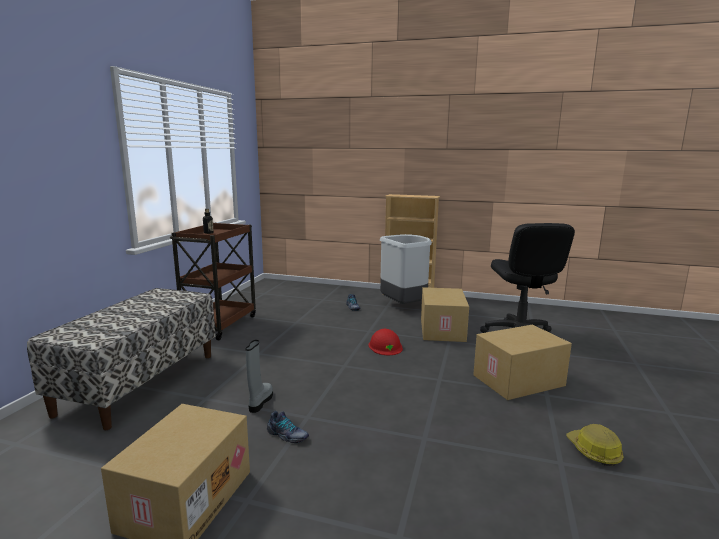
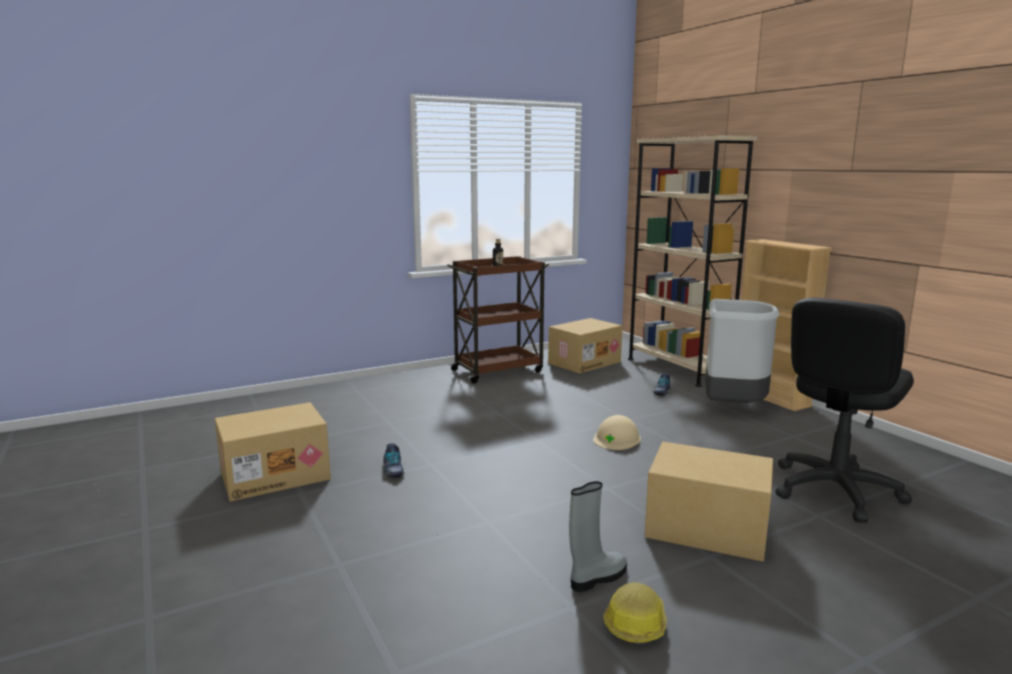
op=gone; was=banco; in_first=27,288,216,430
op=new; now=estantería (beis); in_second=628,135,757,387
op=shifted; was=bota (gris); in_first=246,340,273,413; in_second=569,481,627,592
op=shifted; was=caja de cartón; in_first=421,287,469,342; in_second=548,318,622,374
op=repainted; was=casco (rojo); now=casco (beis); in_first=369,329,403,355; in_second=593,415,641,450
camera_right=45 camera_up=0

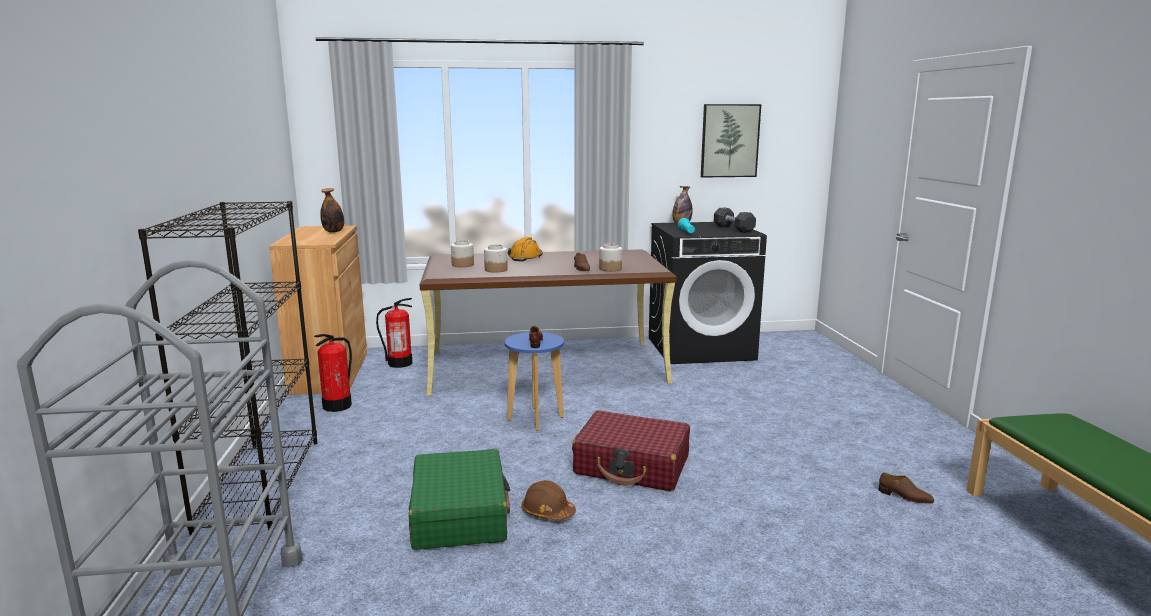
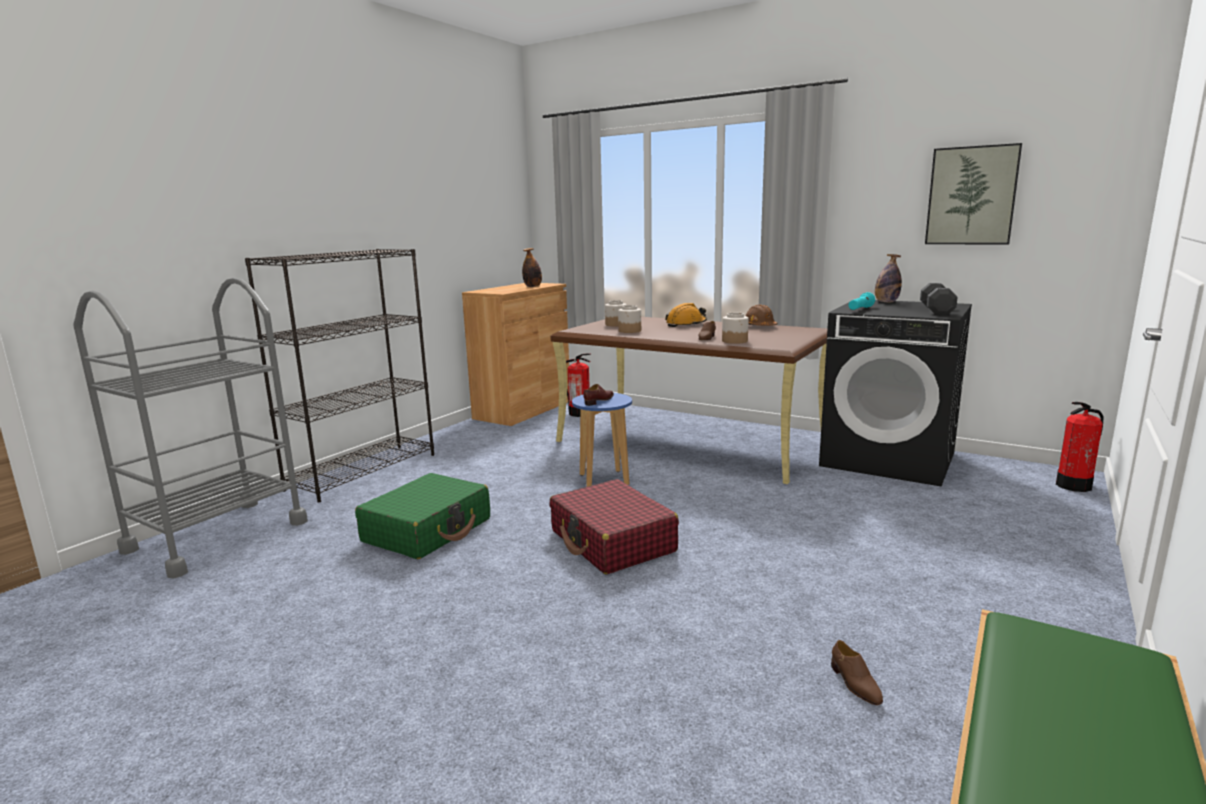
op=shifted; was=extintor; in_first=314,334,352,412; in_second=1056,402,1104,492
op=shifted; was=casco (marrón); in_first=521,480,576,520; in_second=746,304,778,326
camera_right=40 camera_up=0

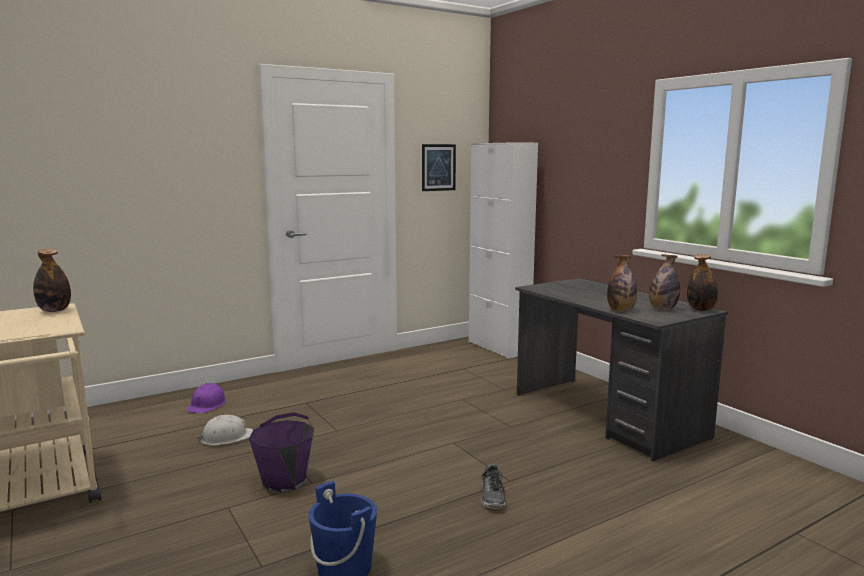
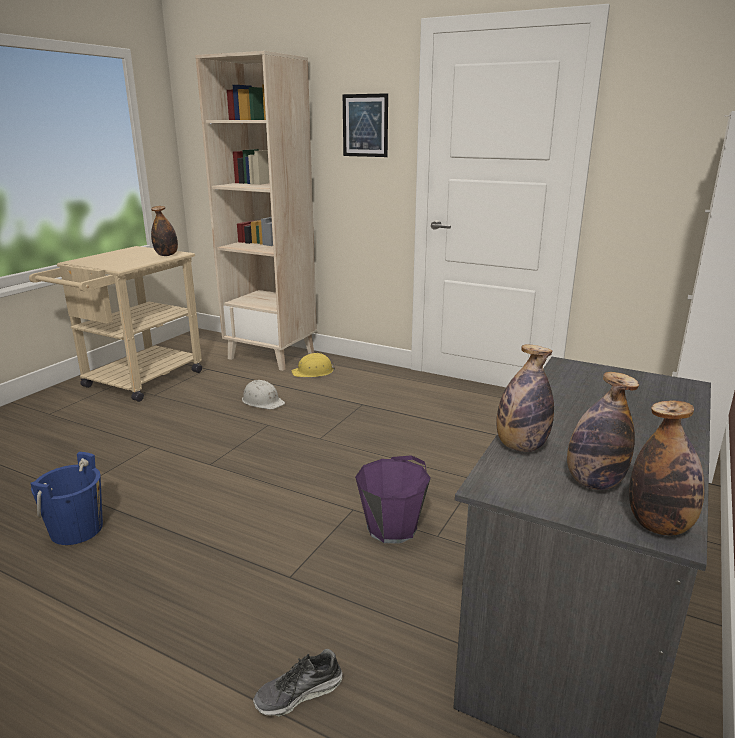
op=new; now=estantería (beis); in_second=195,51,317,371
op=shifted; was=cubo (morado); in_first=249,412,314,493; in_second=355,455,431,544
op=shifted; was=cuadro; in_first=422,144,456,191; in_second=343,93,388,157
op=shifted; was=zapato; in_first=481,464,505,509; in_second=253,649,342,717
op=repainted; was=casco (morado); now=casco (amarillo); in_first=186,383,227,413; in_second=291,353,335,377
camera_right=60 camera_up=10

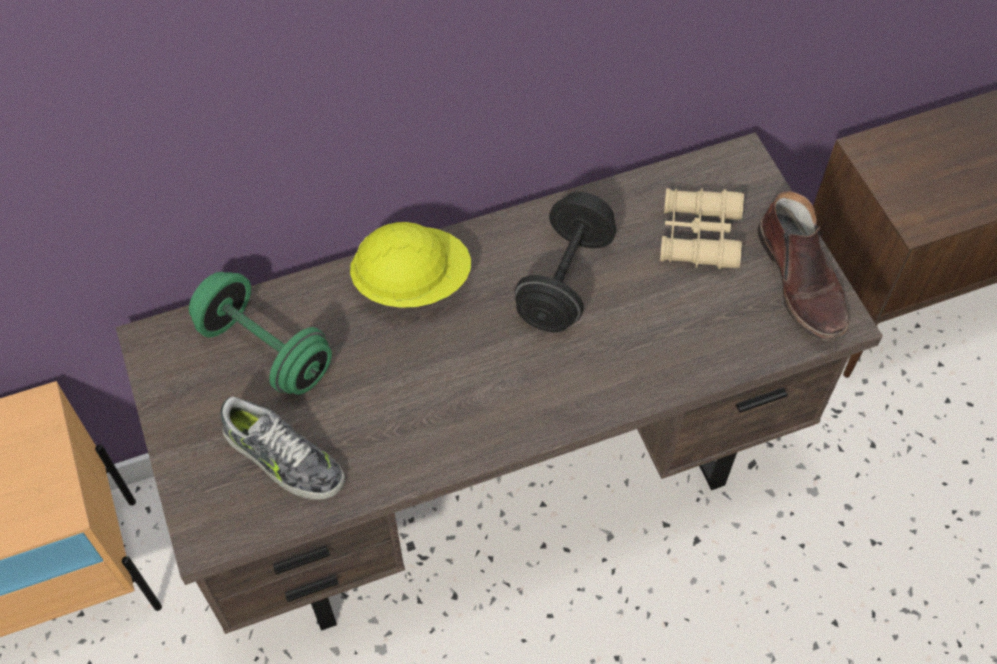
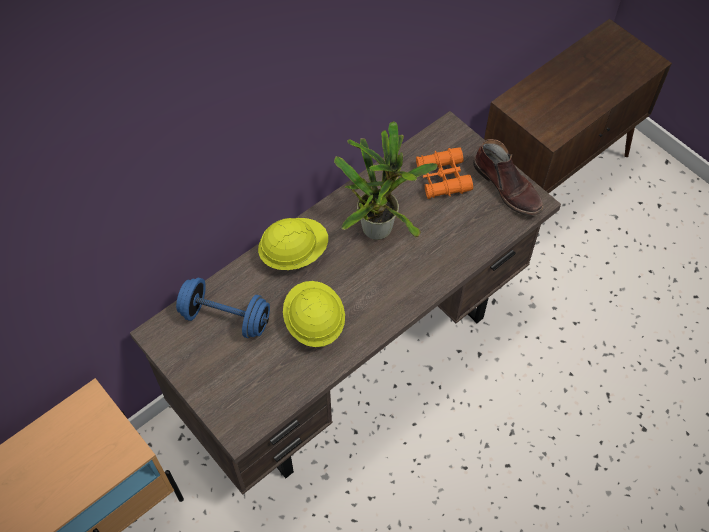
op=gone; was=zapato; in_first=220,397,345,500
op=new; now=casco (amarillo); in_second=283,281,345,347
op=swapped; was=mancuerna (negro); now=planta en maceta; in_first=514,192,616,332; in_second=334,121,438,240
op=repainted; was=mancuerna (verde); now=mancuerna (azul); in_first=189,272,332,395; in_second=176,278,270,338
op=repainted; was=prismáticos (beis); now=prismáticos (naranja); in_first=660,188,744,269; in_second=416,147,473,199
camera_right=-20 camera_up=0

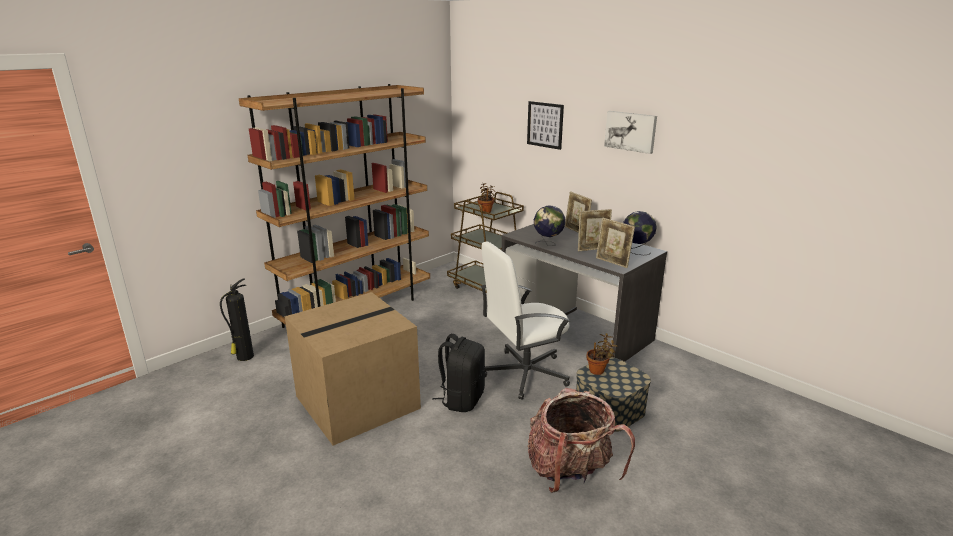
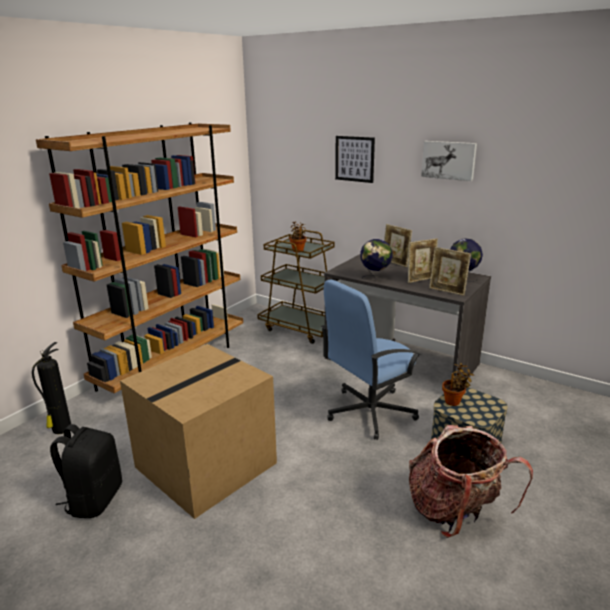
op=shifted; was=mochila (negro); in_first=432,334,485,412; in_second=50,424,122,518
op=repainted; was=silla de oficina (blanco); now=silla de oficina (azul); in_first=481,242,570,400; in_second=321,280,421,440
camera_right=-10 camera_up=0

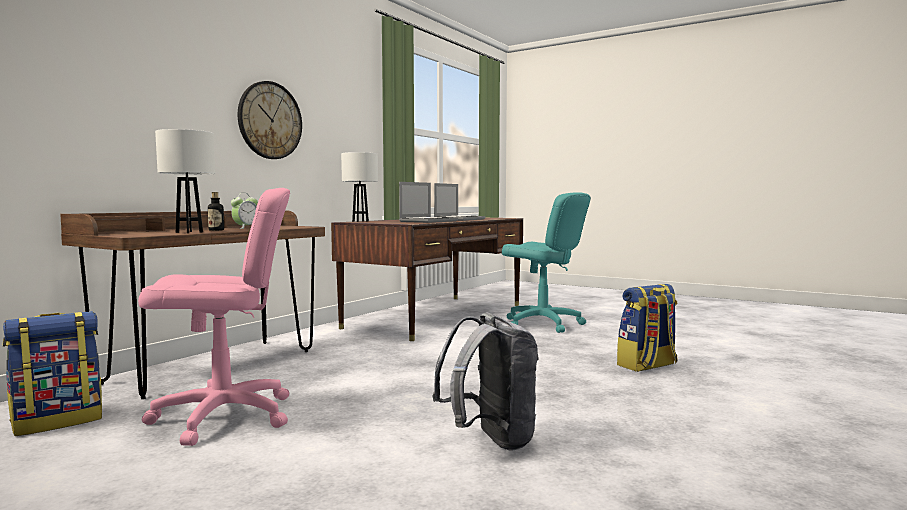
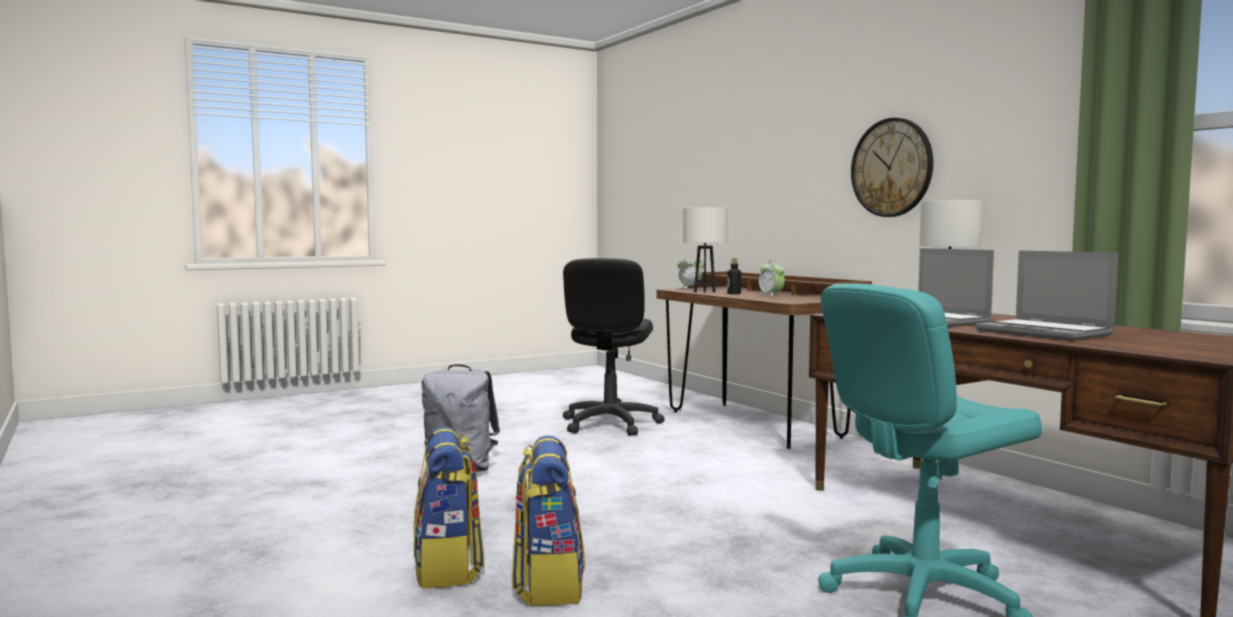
op=new; now=despertador; in_second=678,256,704,289
op=shifted; was=mochila; in_first=3,311,102,436; in_second=414,427,485,589
op=repainted; was=silla de oficina (rosa); now=silla de oficina (negro); in_first=138,188,290,446; in_second=563,258,665,436
camera_right=115 camera_up=0

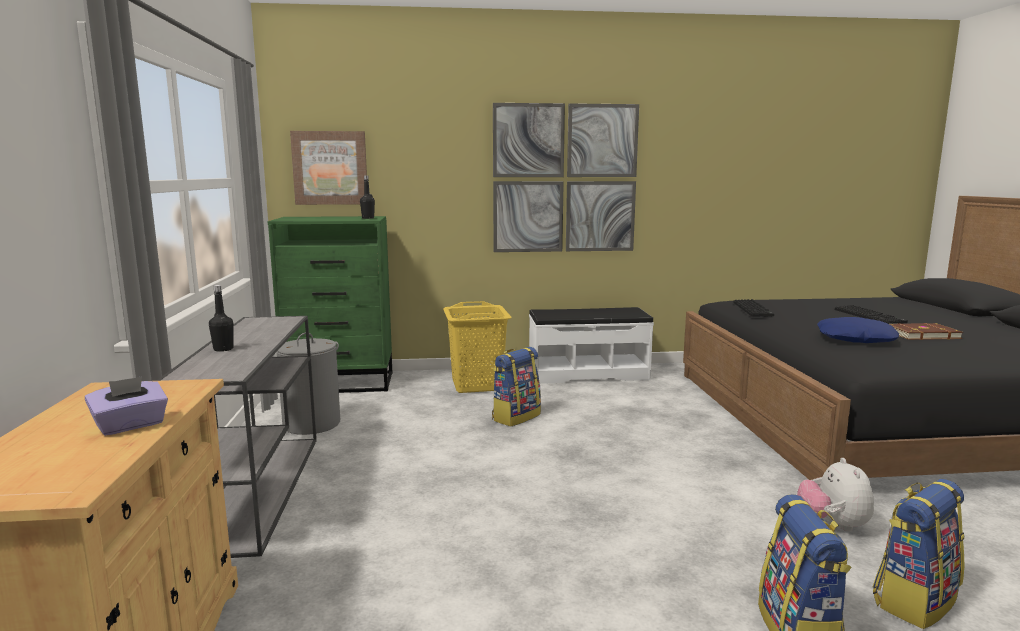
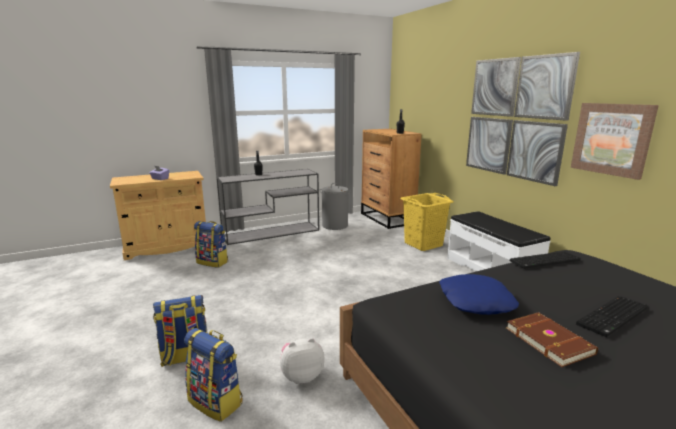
op=shifted; was=cuadro; in_first=290,131,367,205; in_second=571,103,659,180
op=shifted; was=mochila; in_first=492,347,541,426; in_second=194,221,228,268
op=repainted; was=cómoda (verde); now=cómoda (marrón); in_first=268,216,393,393; in_second=361,129,422,229
camera_right=70 camera_up=5

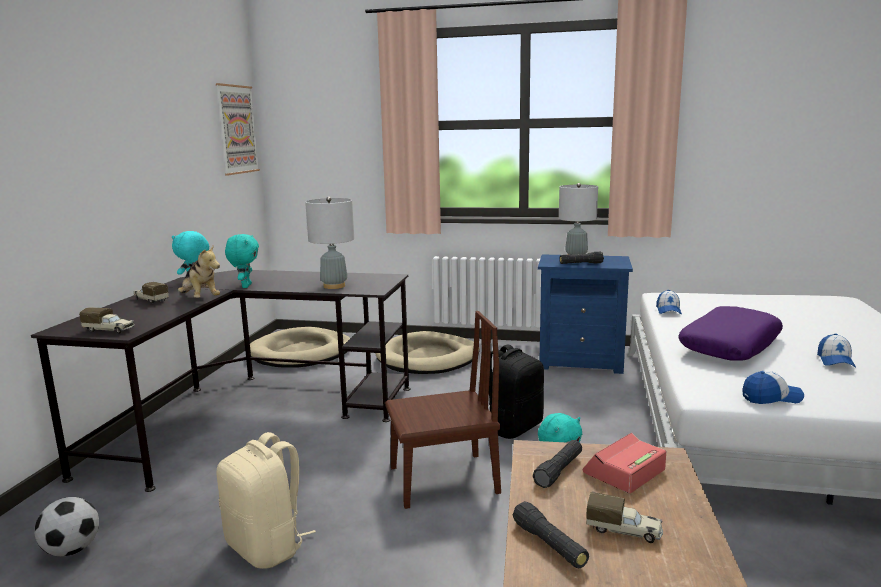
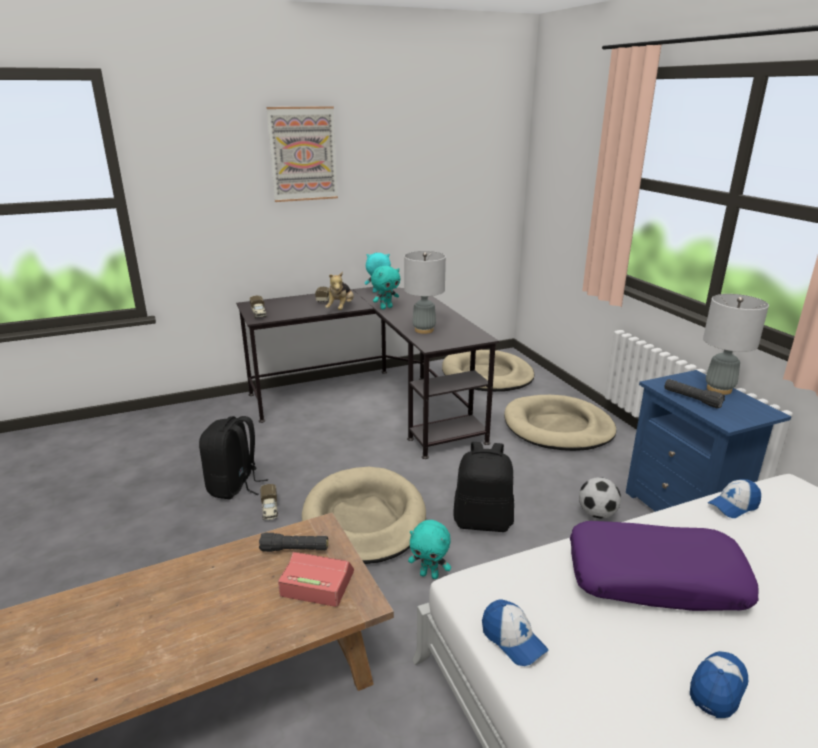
op=gone; was=linterna (negro); in_first=513,501,589,568
op=shifted; was=balón de fútbol; in_first=34,497,99,556; in_second=579,477,621,518
op=shifted; was=cuadro; in_first=216,83,260,175; in_second=266,106,338,202
op=shifted; was=camión de juguete; in_first=586,492,663,543; in_second=260,484,278,520
op=swapped; was=silla (marrón); now=cama para perro (beis); in_first=385,311,501,509; in_second=302,467,426,564
op=repainted; was=mochila (beis); now=mochila (negro); in_first=217,432,316,569; in_second=199,416,268,499
op=rotated; was=gorra; in_first=817,334,856,368; in_second=690,651,748,718; clockwise=150
camera_right=55 camera_up=10

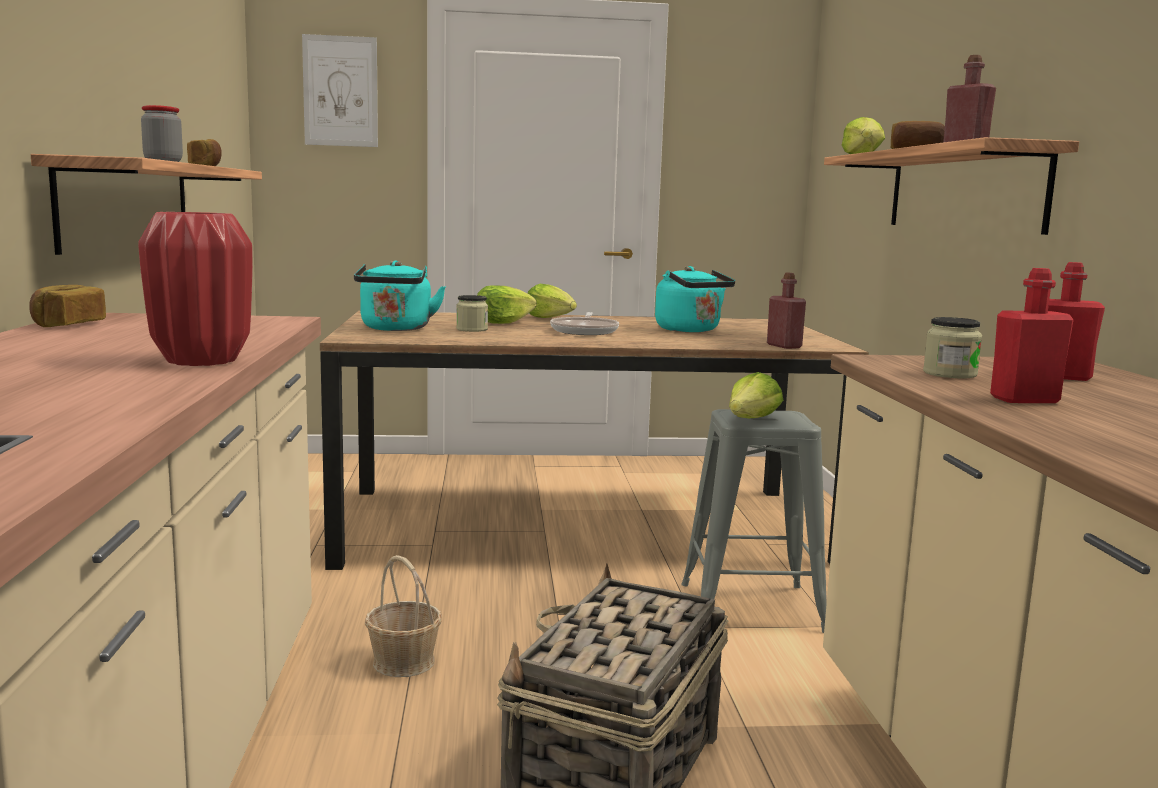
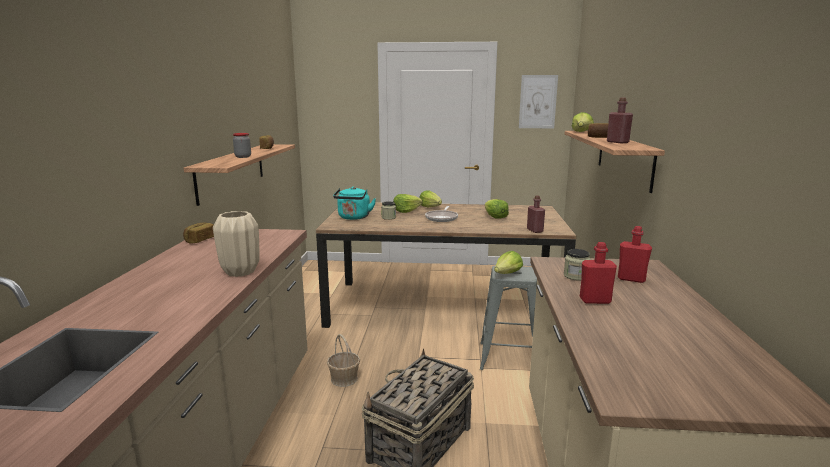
op=shifted; was=cuadro; in_first=302,34,378,147; in_second=519,75,558,128
op=swapped; was=hervidor (turquesa); now=lechuga; in_first=655,266,735,332; in_second=485,199,509,219
op=repainted; was=florero (rojo); now=florero (beis); in_first=138,212,253,366; in_second=213,211,259,277
camera_right=10 camera_up=5

